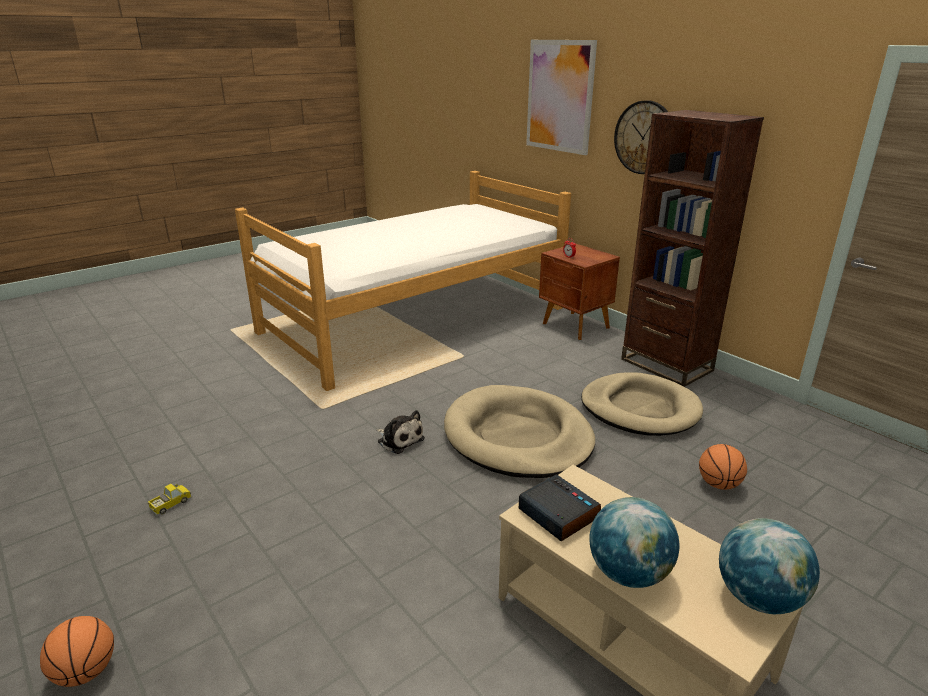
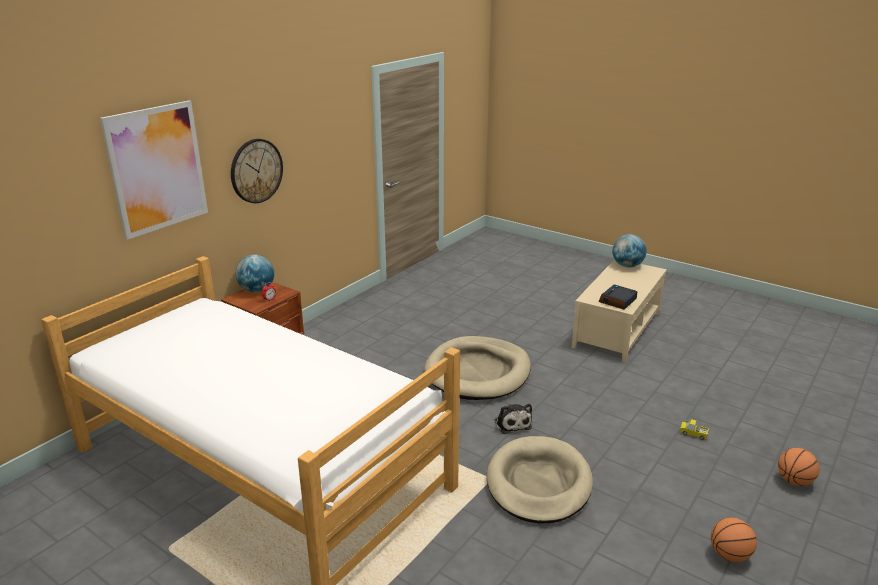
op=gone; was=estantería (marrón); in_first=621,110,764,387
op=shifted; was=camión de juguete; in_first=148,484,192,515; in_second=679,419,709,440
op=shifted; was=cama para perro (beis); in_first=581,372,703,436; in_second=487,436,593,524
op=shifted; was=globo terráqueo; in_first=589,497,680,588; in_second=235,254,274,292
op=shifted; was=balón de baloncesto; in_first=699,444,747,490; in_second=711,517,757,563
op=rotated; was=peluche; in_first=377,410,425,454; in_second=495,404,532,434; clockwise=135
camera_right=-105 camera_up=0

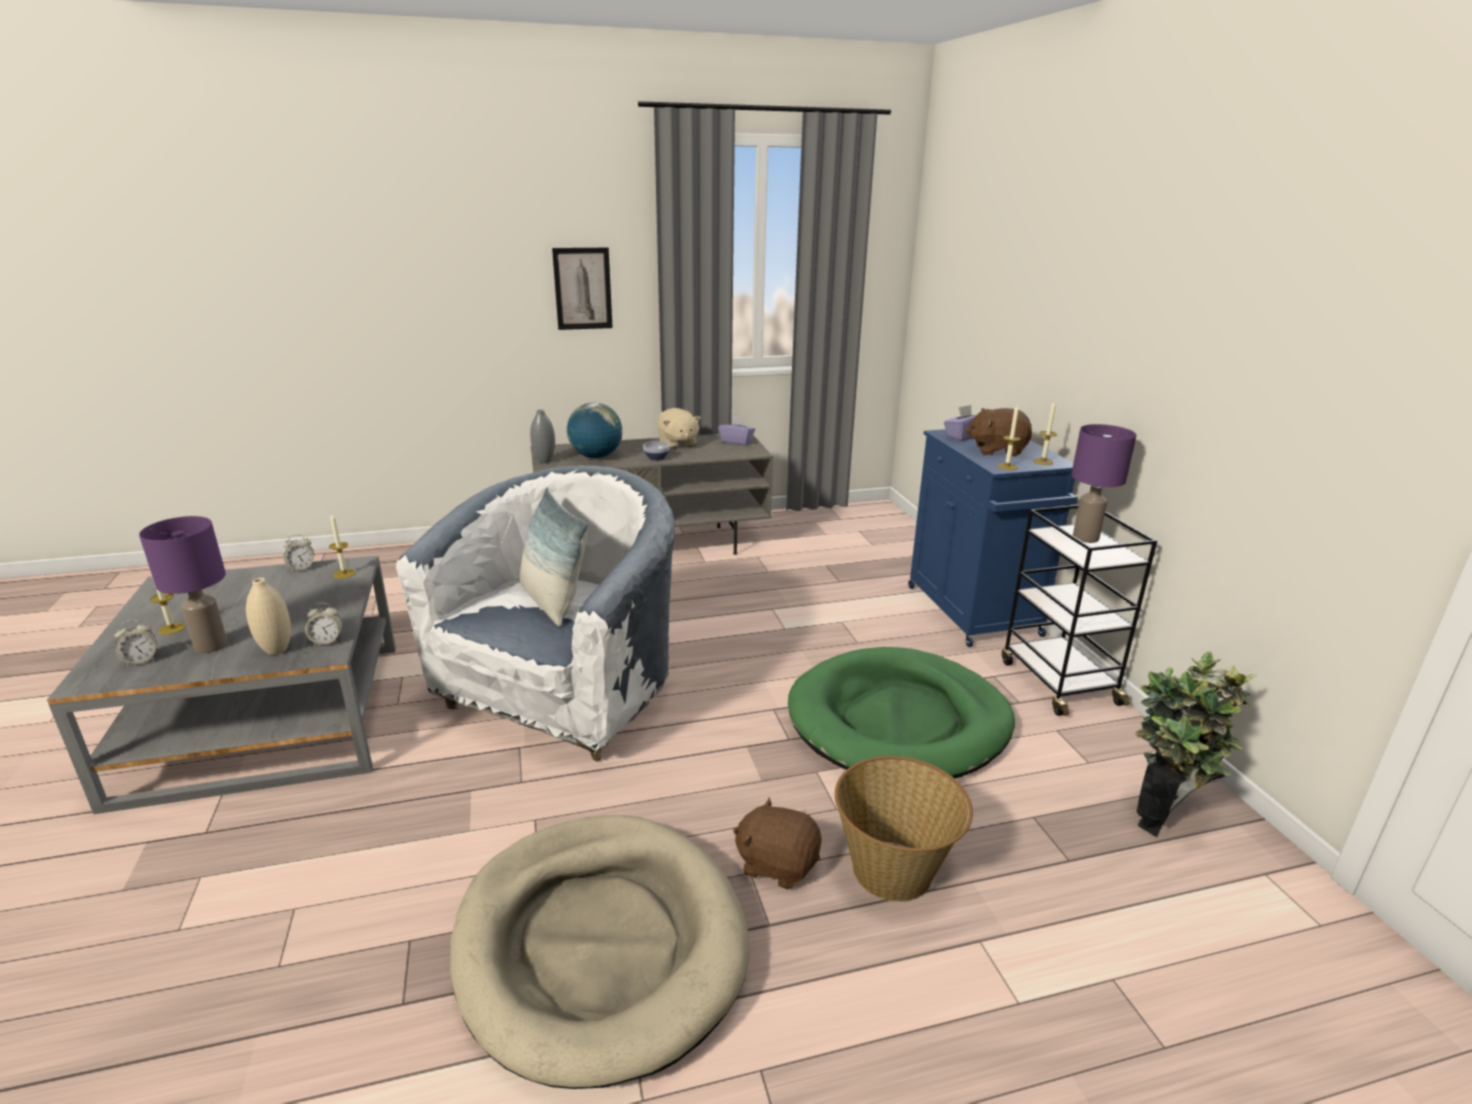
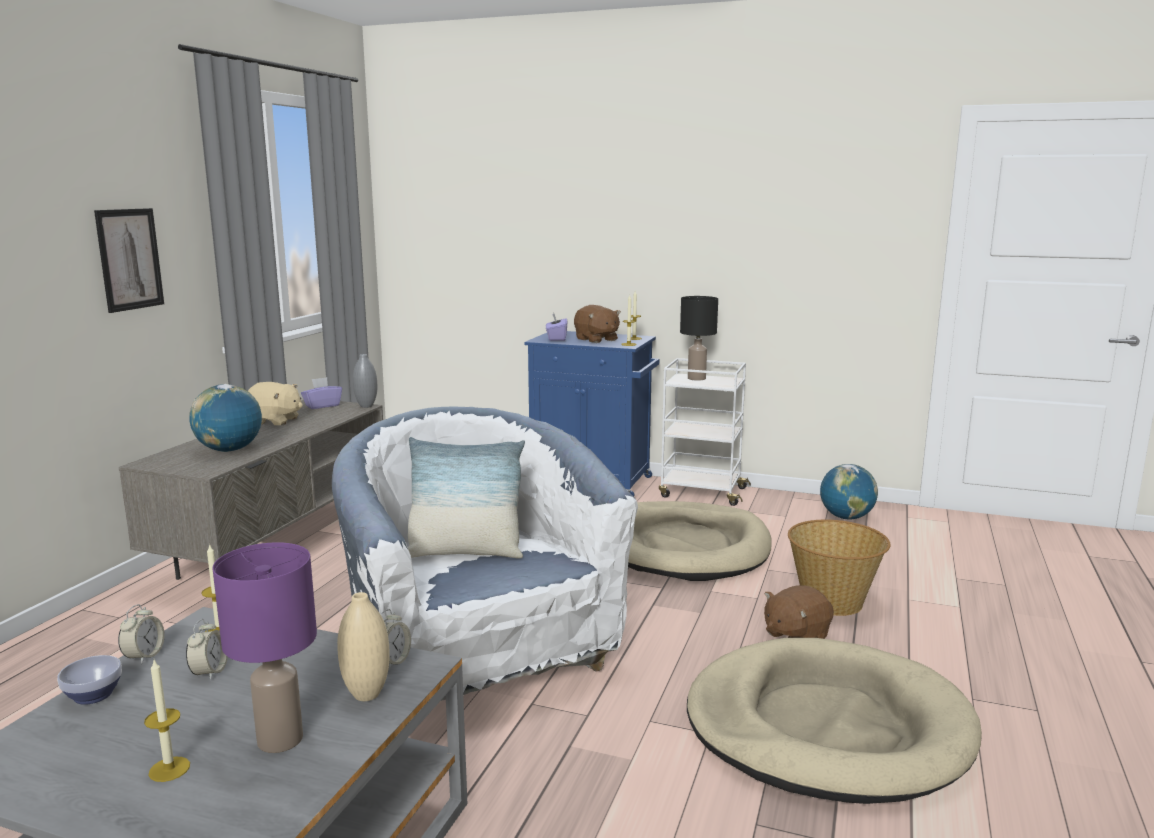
op=shifted; was=despertador; in_first=114,620,157,666; in_second=186,619,228,680
op=shifted; was=florero (gris); in_first=530,410,555,463; in_second=353,354,377,408
op=shifted; was=cuenco; in_first=643,441,670,461; in_second=57,655,122,705
op=swapped; was=planta en maceta; now=globo terráqueo; in_first=1135,651,1258,837; in_second=820,464,878,520
op=repainted; was=cama para perro (verde); now=cama para perro (beis); in_first=788,647,1015,779; in_second=628,501,772,581
op=repainted; was=carrito (negro); now=carrito (blanco); in_first=1002,505,1157,716; in_second=659,358,751,506
op=repainted; was=lámpara de mesa (morado); now=lámpara de mesa (negro); in_first=1071,424,1137,543; in_second=680,296,718,381
op=rotated; was=peluche (marrón); in_first=965,408,1032,456; in_second=574,305,621,343; clockwise=-75
camera_right=-55 camera_up=-10

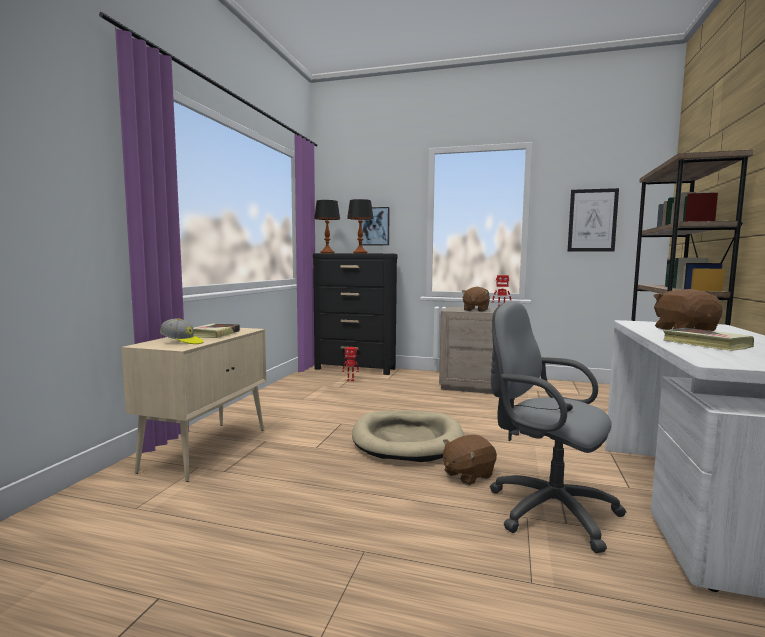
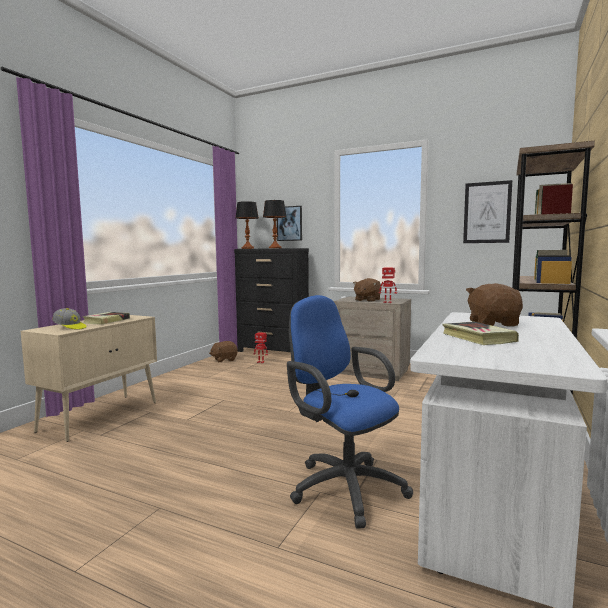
op=gone; was=cama para perro (beis); in_first=352,410,464,462
op=shifted; was=peluche (marrón); in_first=443,435,497,485; in_second=209,341,238,362
op=repainted; was=silla de oficina (gris); now=silla de oficina (azul); in_first=490,301,626,553; in_second=287,295,413,529
camera_right=10 camera_up=0

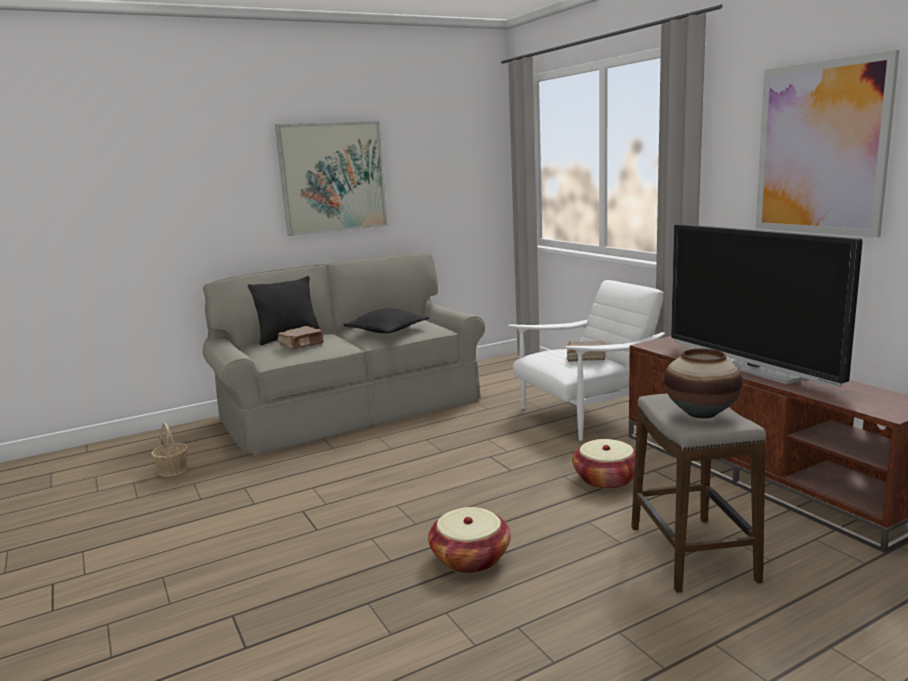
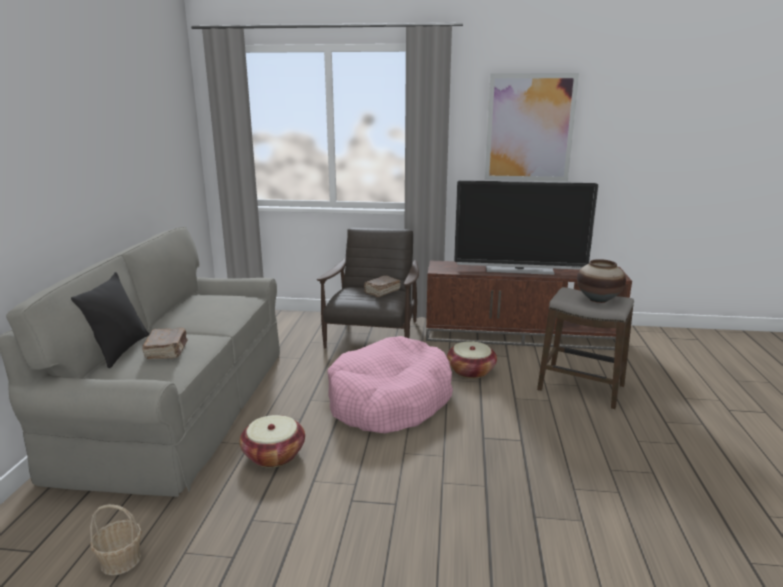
op=gone; was=cuadro; in_first=275,121,388,236
op=gone; was=cojín (negro); in_first=343,308,429,333
op=new; now=cama para perro (rosa); in_second=327,336,453,433
op=shifted; was=cesta; in_first=428,507,511,573; in_second=240,415,305,468
op=repainted; was=sillón (blanco); now=sillón (marrón); in_first=508,280,665,441; in_second=317,228,419,349
camera_right=-55 camera_up=5

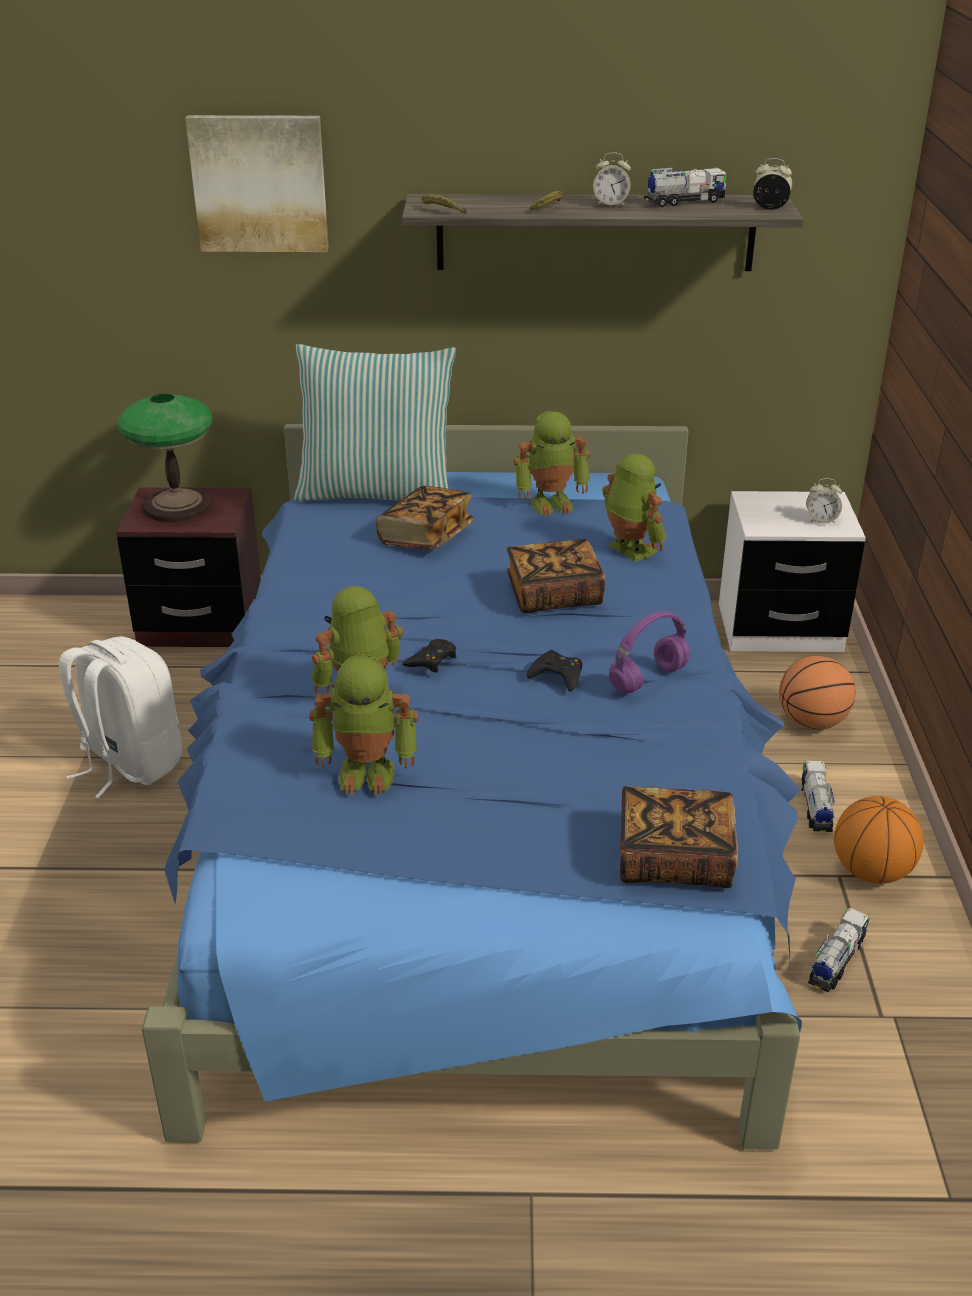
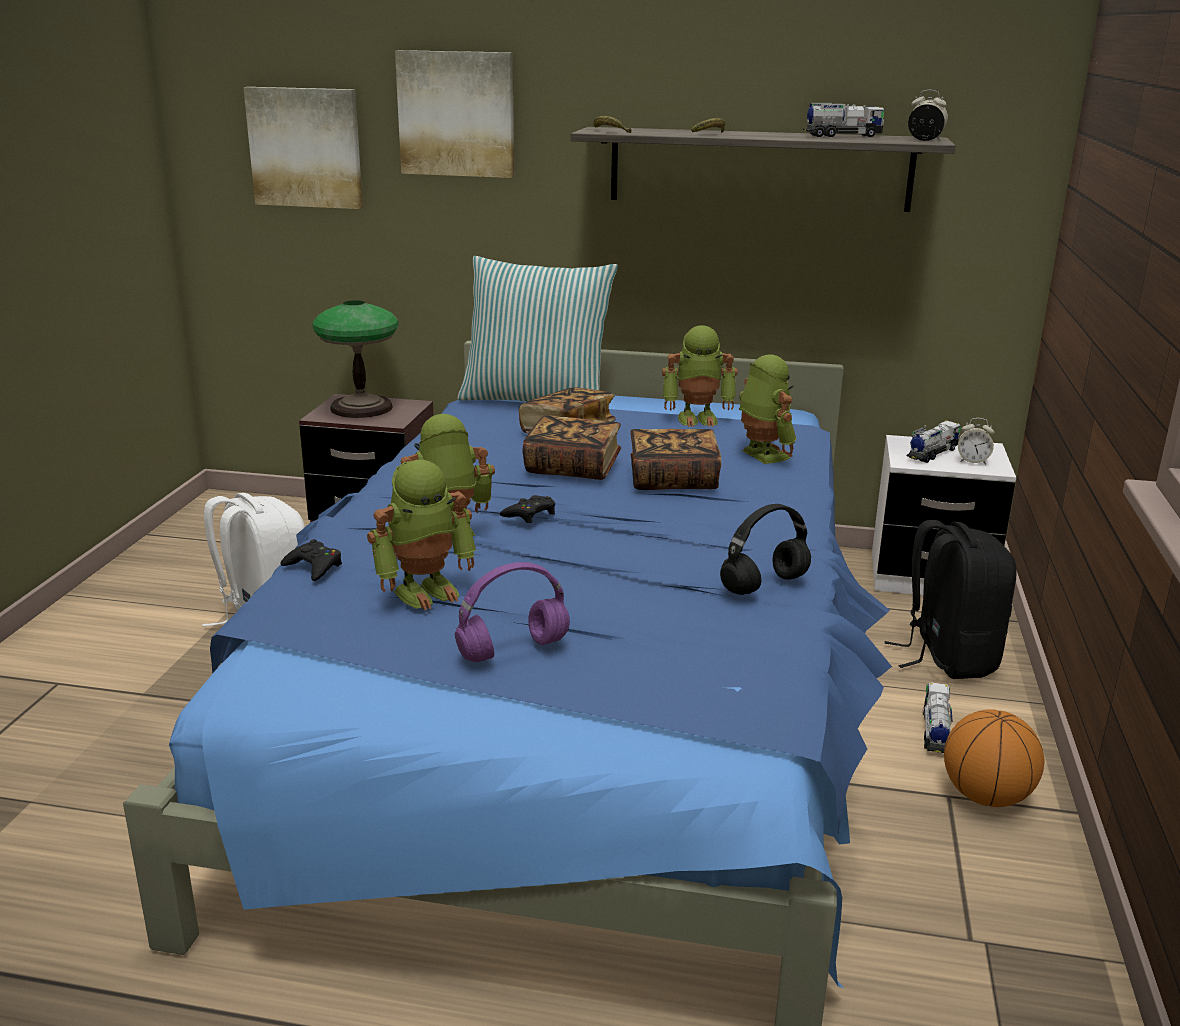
op=gone; was=despertador; in_first=593,152,631,206
op=new; now=cuadro; in_second=243,87,363,209
op=new; now=auriculares (negro); in_second=720,504,811,595
op=shifted; was=mando de consola (negro); in_first=527,650,582,692; in_second=280,539,342,581
op=shifted; was=auriculares (morado); in_first=609,611,690,693; in_second=455,562,570,662
op=shifted; was=libro; in_first=620,786,738,888; in_second=522,415,621,480
op=shifted; was=camión de juguete; in_first=808,908,870,992; in_second=907,420,961,463
op=swapped; was=balón de baloncesto; now=mochila (negro); in_first=779,656,856,729; in_second=885,520,1017,679
op=rotated; was=robot de juguete; in_first=309,654,418,795; in_second=367,460,476,610; clockwise=-45
camera_right=10 camera_up=-10

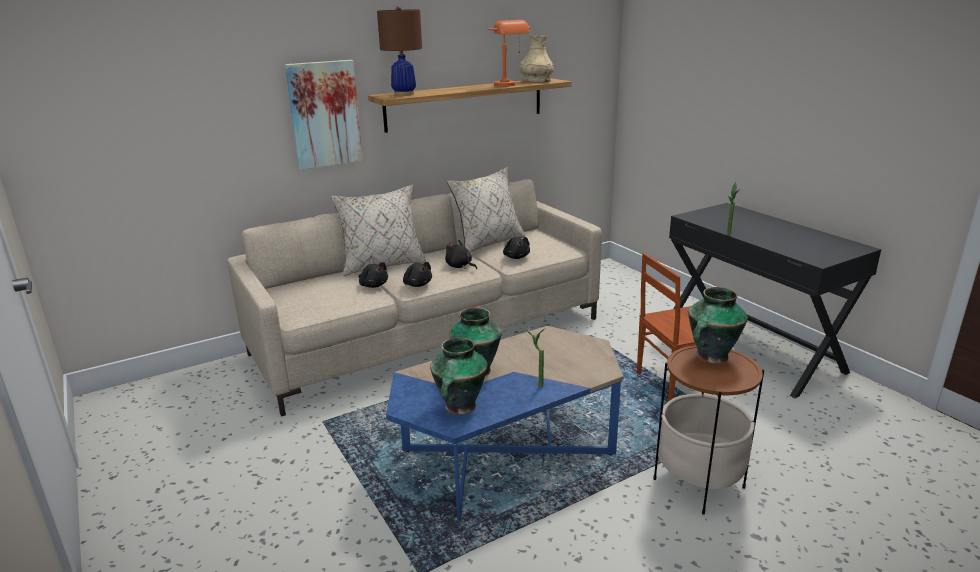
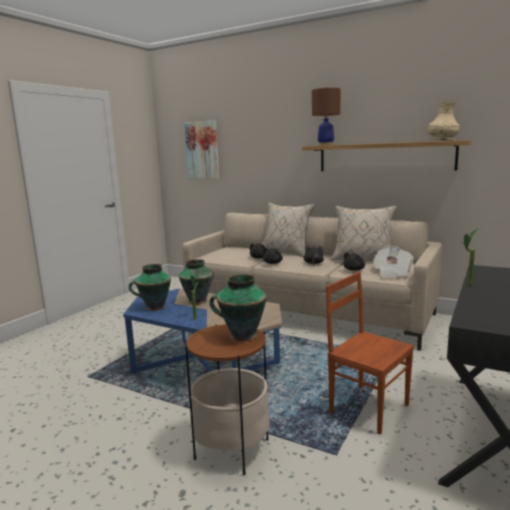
op=gone; was=lámpara de mesa (naranja); in_first=487,20,530,87
op=new; now=periódico; in_second=373,246,414,279
op=shifted; was=cuadro; in_first=285,60,363,170; in_second=184,120,219,179
camera_right=60 camera_up=-10

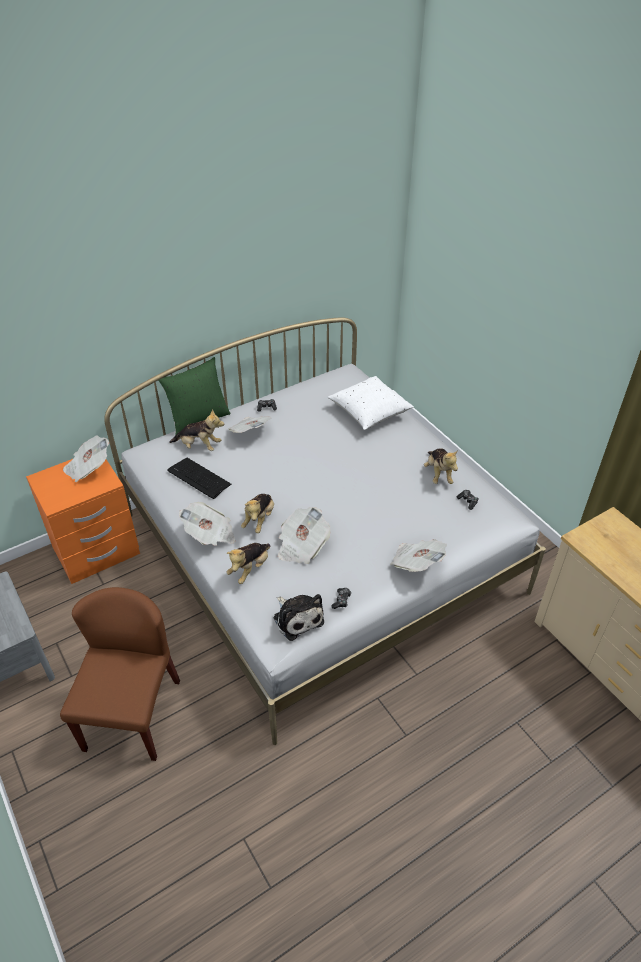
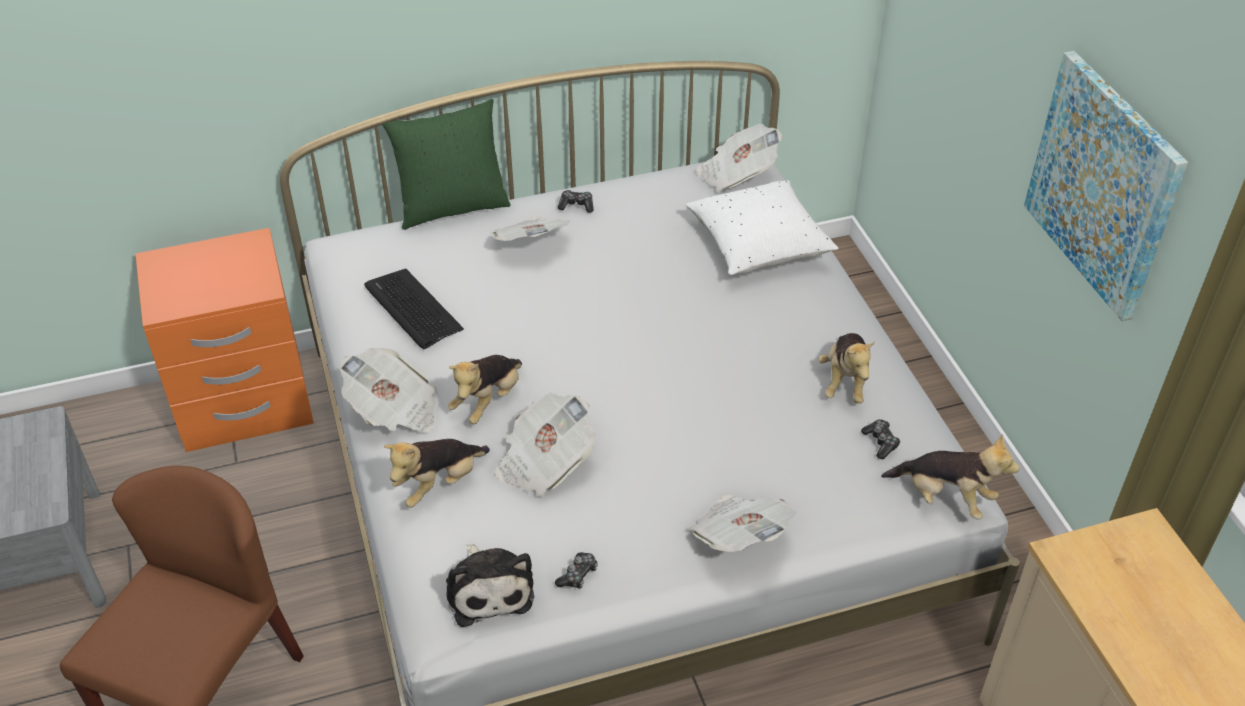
op=new; now=cuadro; in_second=1024,51,1188,321
op=shifted; was=periódico; in_first=63,435,109,482; in_second=696,124,783,192
op=shifted; was=peluche; in_first=169,409,224,451; in_second=881,434,1020,520
camera_right=15 camera_up=0

